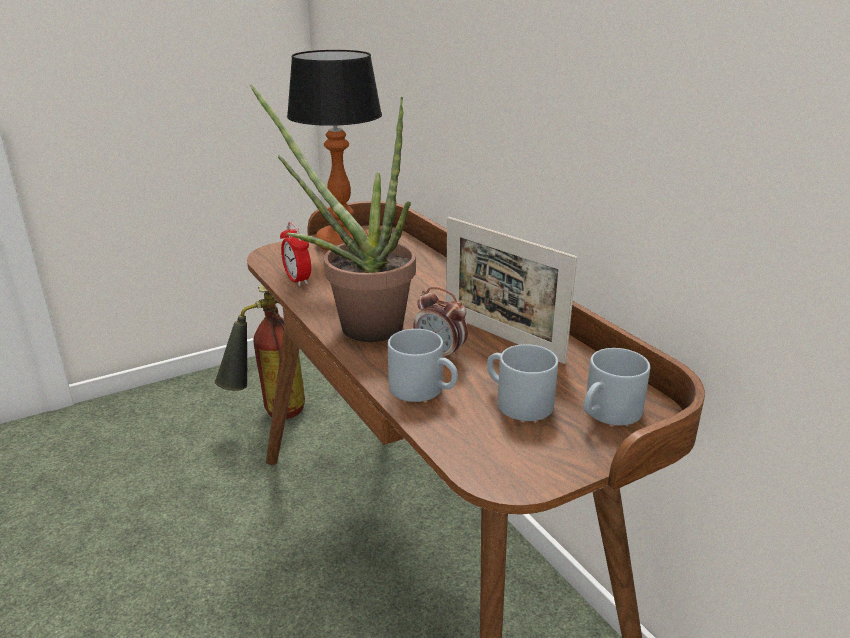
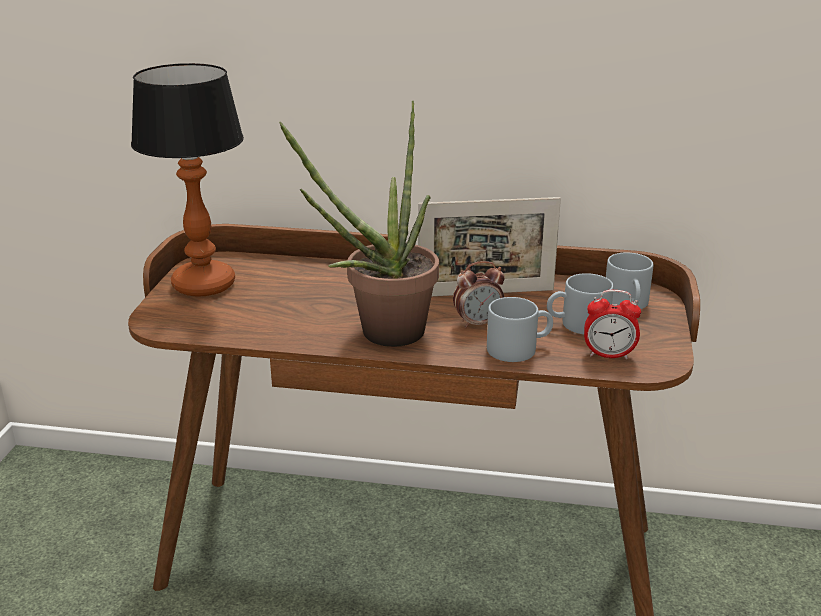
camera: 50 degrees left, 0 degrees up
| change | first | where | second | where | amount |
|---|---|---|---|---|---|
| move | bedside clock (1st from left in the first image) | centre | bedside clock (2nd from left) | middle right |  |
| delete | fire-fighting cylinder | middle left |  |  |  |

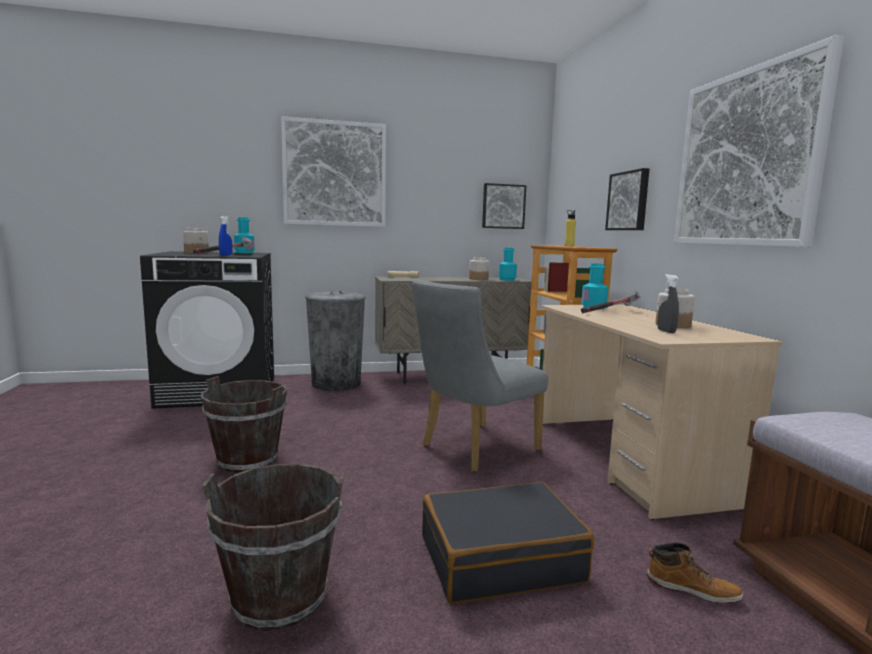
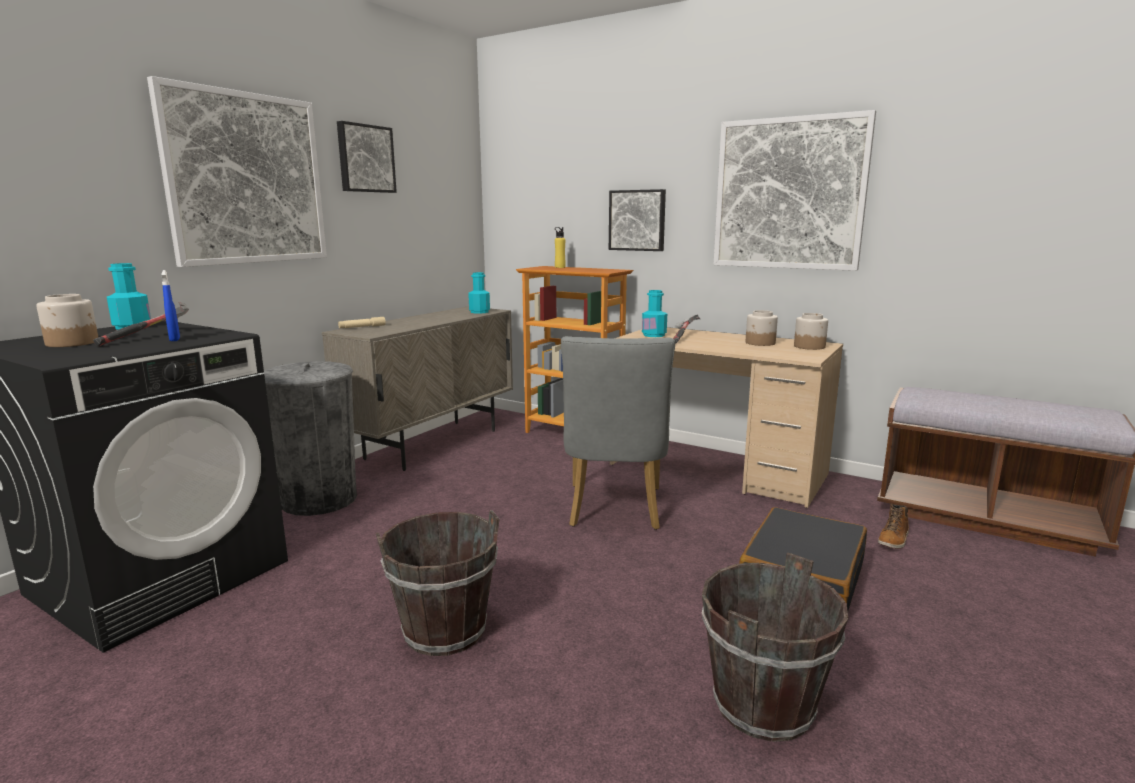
camera: 45 degrees left, 5 degrees up
| change | first | where | second | where | amount |
|---|---|---|---|---|---|
| move | picture (2nd from left) | top centre |  | top left |  |
| move | storage jar (2nd from left in the first image) | centre | storage jar (3rd from left) | middle right |  |
| delete | gray spray bottle | middle right |  |  |  |
| rotate | high-top boot | bottom right |  | bottom right | 150 degrees clockwise |

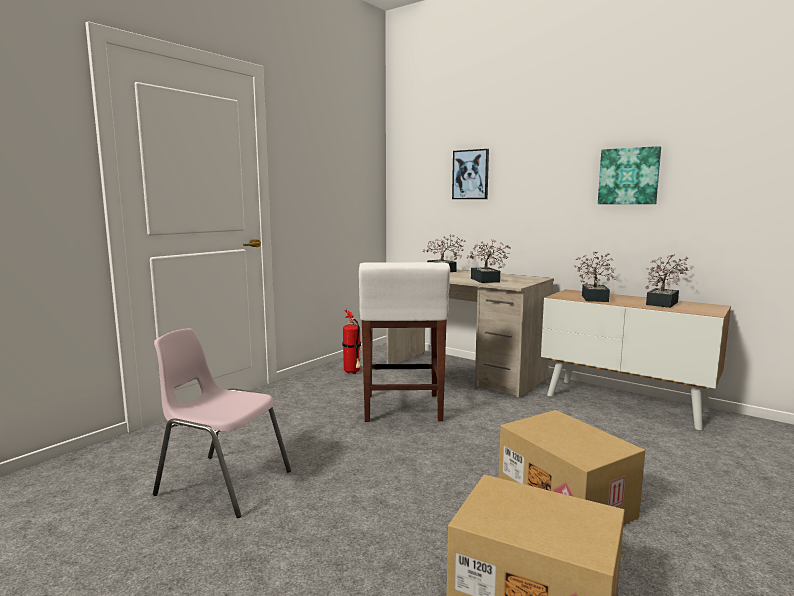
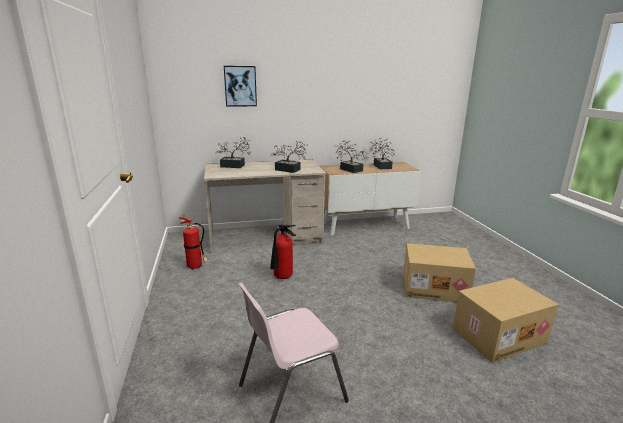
camera: 50 degrees left, 10 degrees up
| change | first | where | second | where | amount |
|---|---|---|---|---|---|
| delete | picture (2nd from left) | top right |  |  |  |
| replace | whitish stool seat | centre | fire-fighting cylinder (2nd from left) | centre |  |

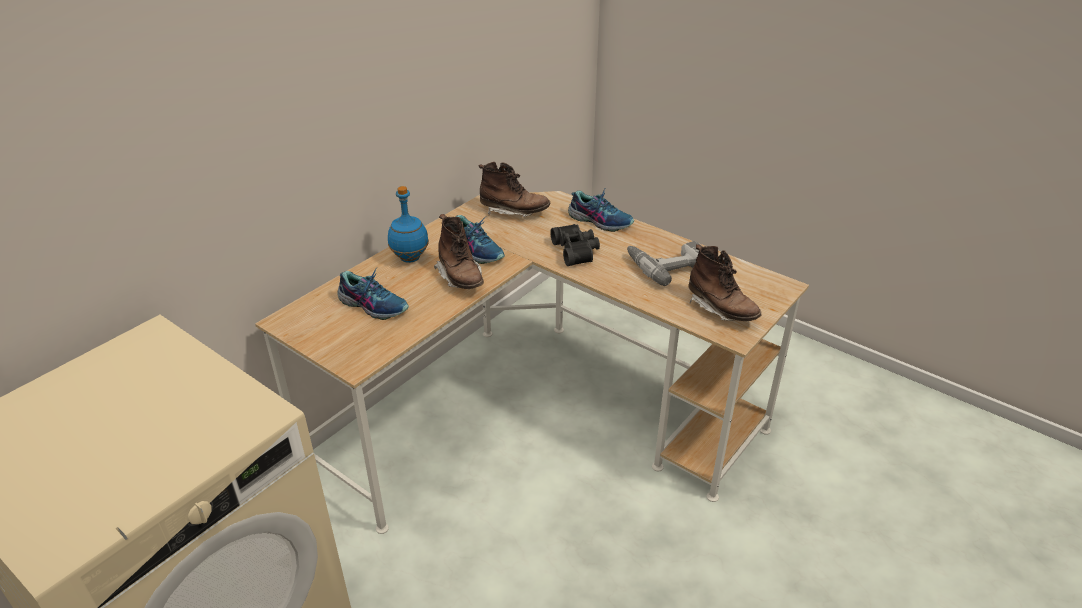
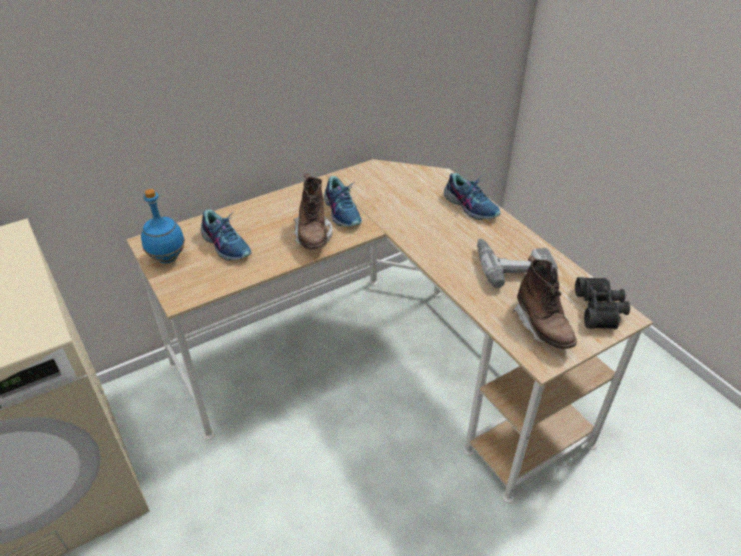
camera: 20 degrees right, 5 degrees up
| change | first | where | second | where | amount |
|---|---|---|---|---|---|
| delete | brown high-top boot (2nd from left) | top centre |  |  |  |
| move | blue-coloured beverage bottle | centre |  | middle left |  |
| move | black pair of binoculars | centre |  | middle right |  |

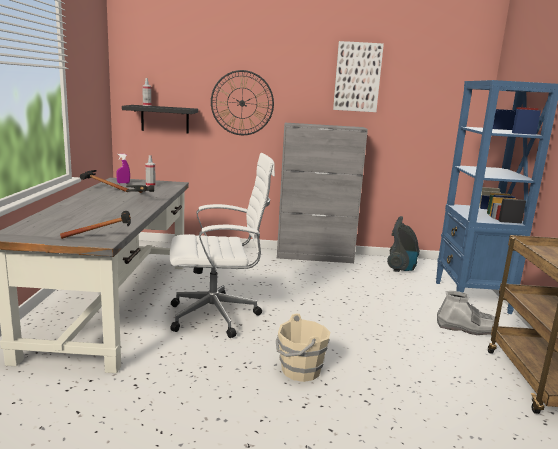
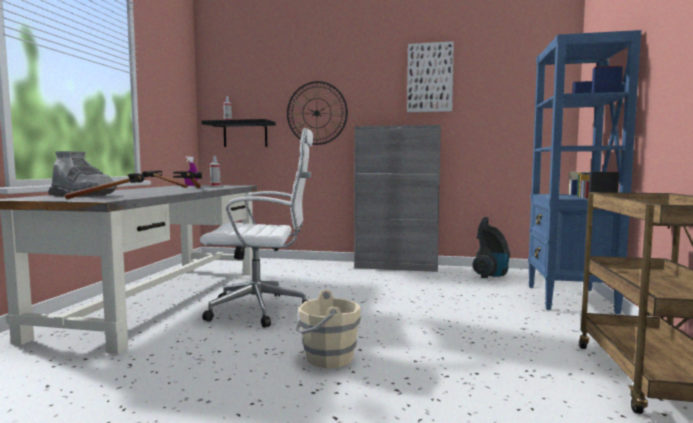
camera: 10 degrees right, 10 degrees down
| change | first | where | second | where | amount |
|---|---|---|---|---|---|
| move | gray high-top boot | bottom right |  | middle left |  |

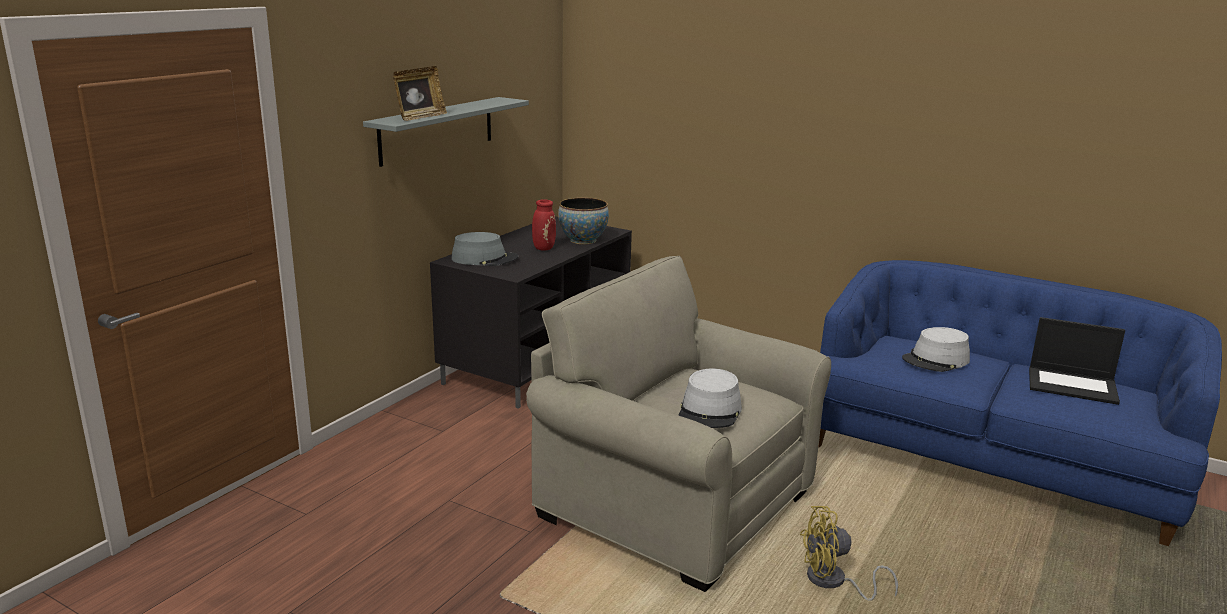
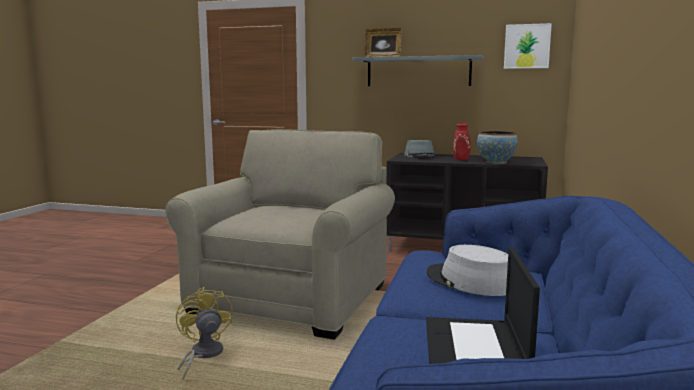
camera: 75 degrees right, 10 degrees down
| change | first | where | second | where | amount |
|---|---|---|---|---|---|
| delete | gray hat (2nd from left) | centre |  |  |  |
| insert |  |  | picture | top right |  |

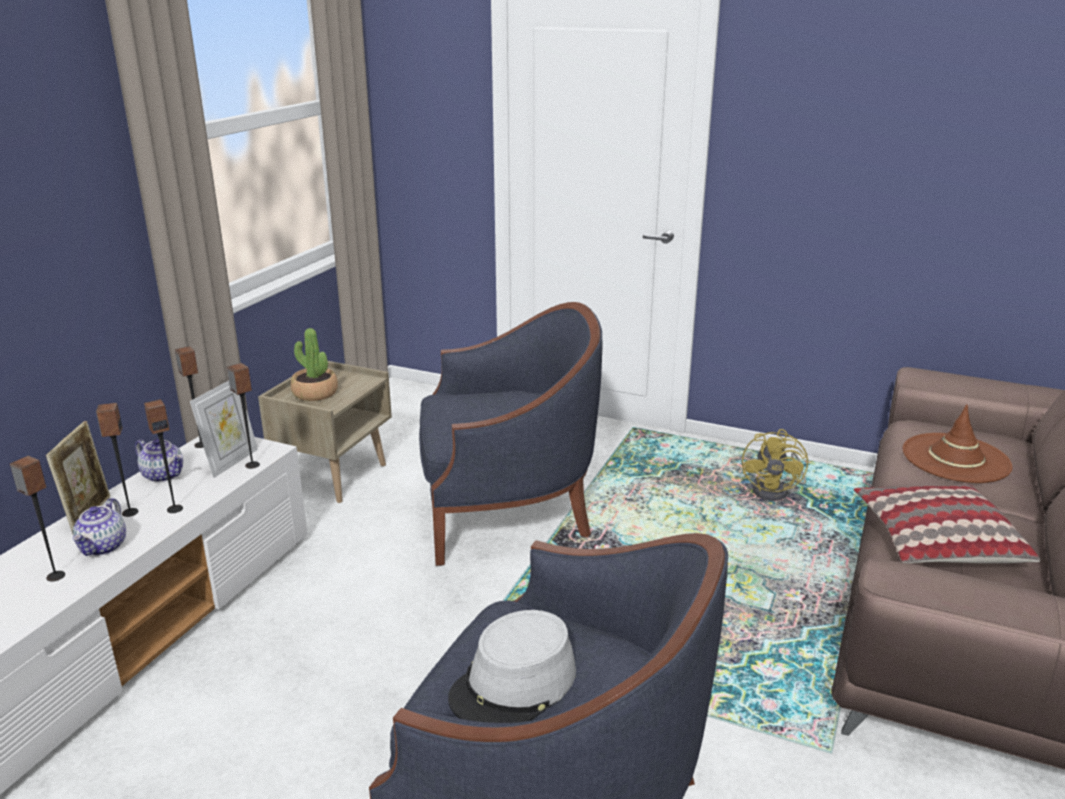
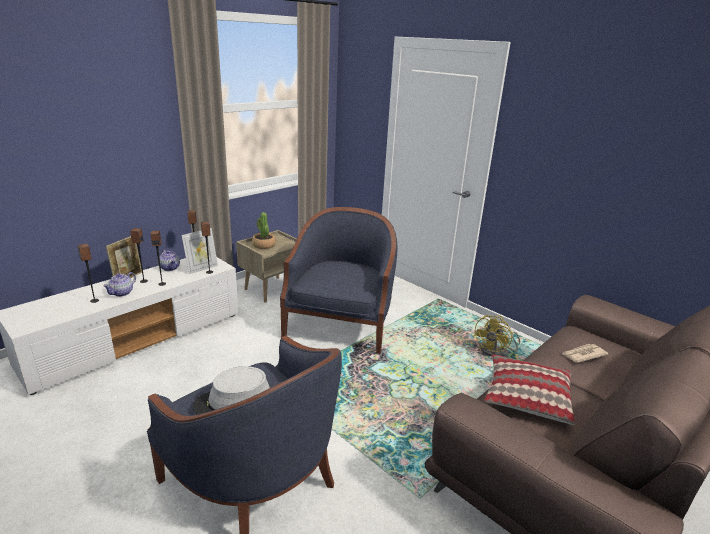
camera: 20 degrees right, 0 degrees up
| change | first | where | second | where | amount |
|---|---|---|---|---|---|
| rotate | blue-coloured easy chair (1st from left in the first image) | centre | blue-coloured easy chair (2nd from left) | centre | 90 degrees counterclockwise |
| replace | brown hat | middle right | daily paper | middle right |  |

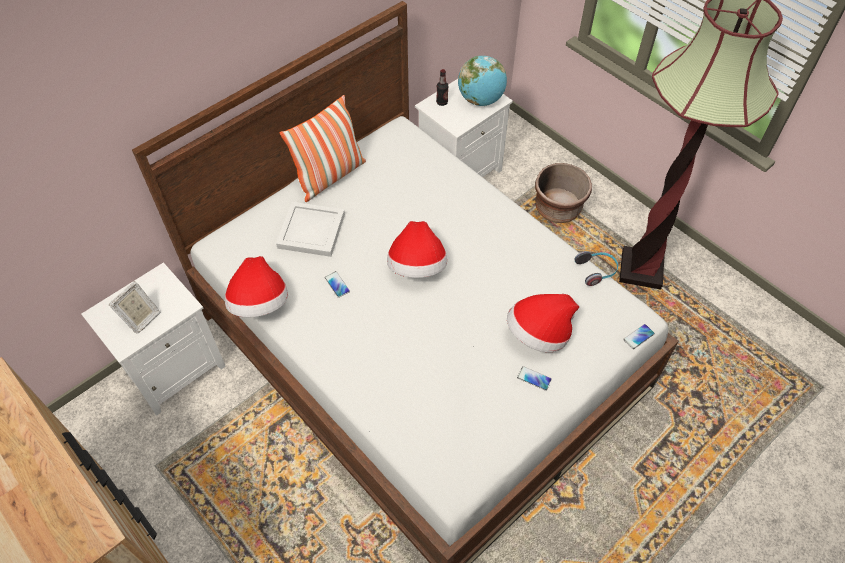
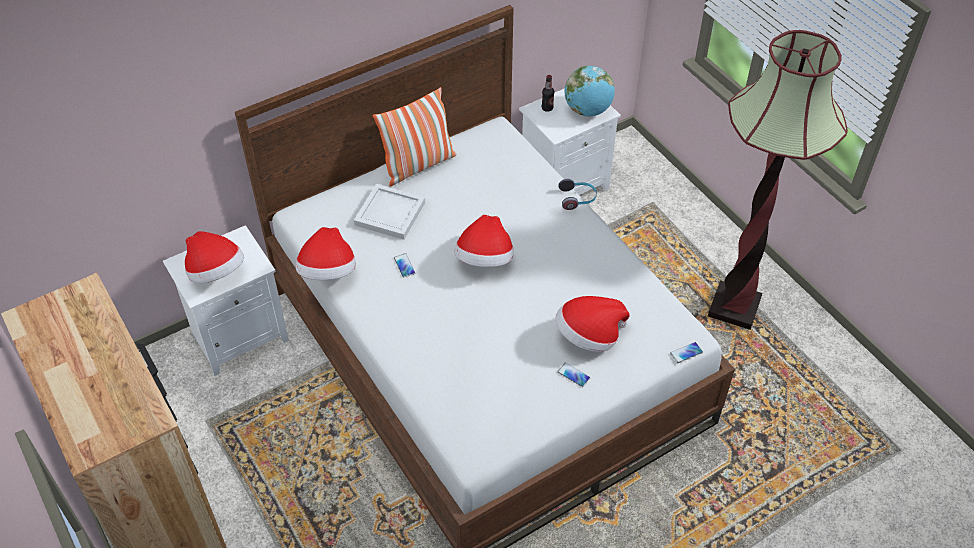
camera: 10 degrees right, 5 degrees down
| change | first | where | second | where | amount |
|---|---|---|---|---|---|
| delete | brown planter | centre |  |  |  |
| move | headphones | middle right |  | centre |  |
| replace | picture frame | middle left | hat (1st from left) | middle left |  |

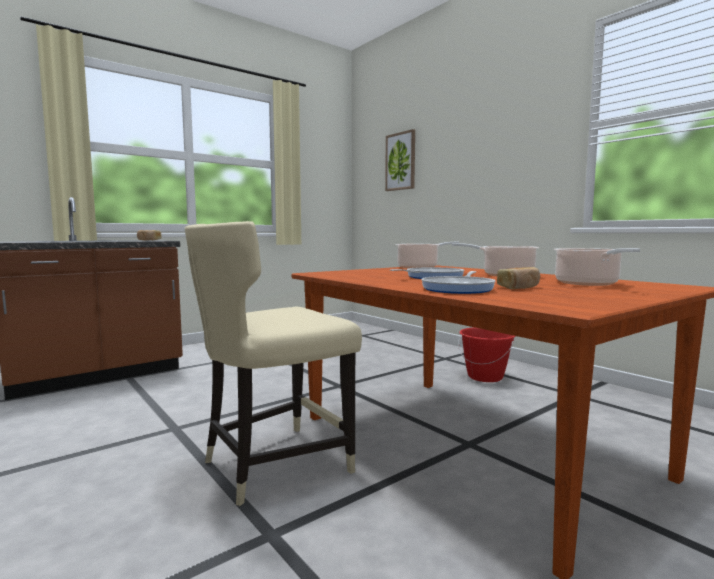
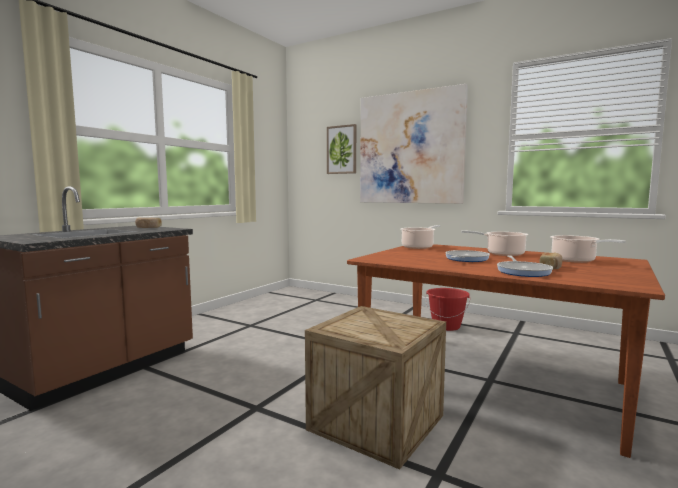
camera: 20 degrees left, 0 degrees up
| change | first | where | second | where | amount |
|---|---|---|---|---|---|
| replace | sand-coloured chair | centre | crate | bottom centre |  |
| insert |  |  | picture (2nd from left) | top centre |  |

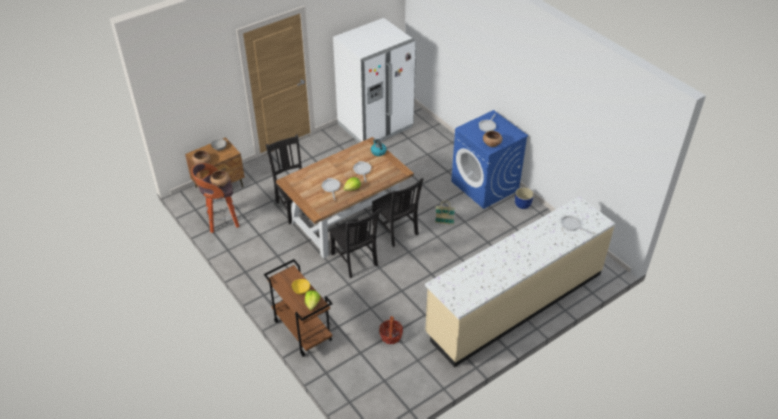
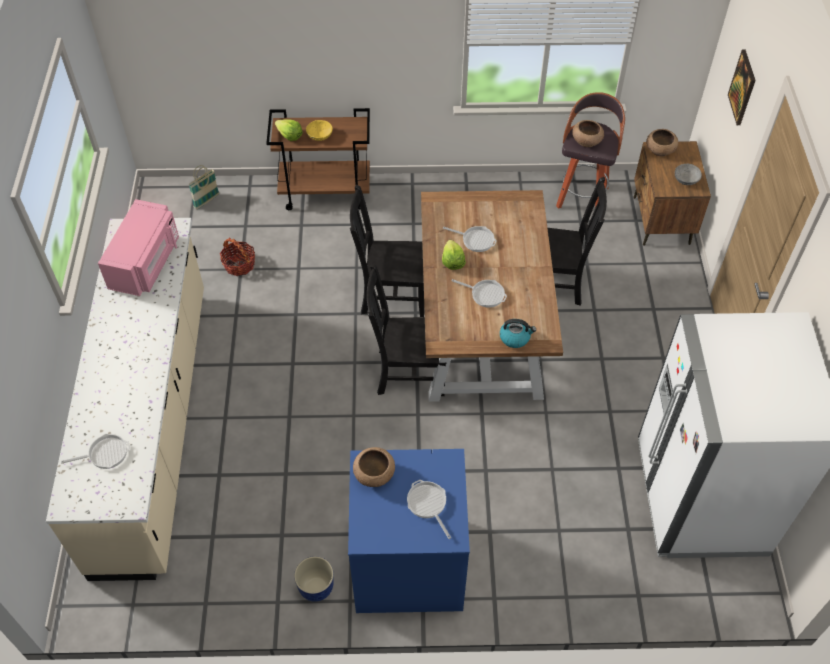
camera: 125 degrees right, 10 degrees up
| change | first | where | second | where | amount |
|---|---|---|---|---|---|
| move | basket (2nd from left in the first image) | centre | basket (1st from left) | top left |  |
| insert |  |  | picture | top right |  |
| insert |  |  | pink-coloured microwave | middle left |  |

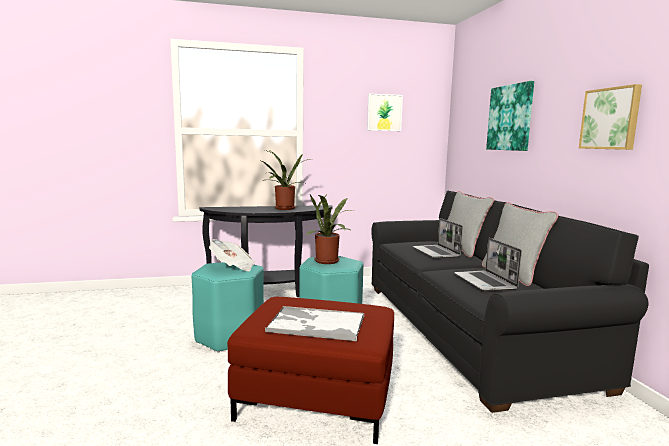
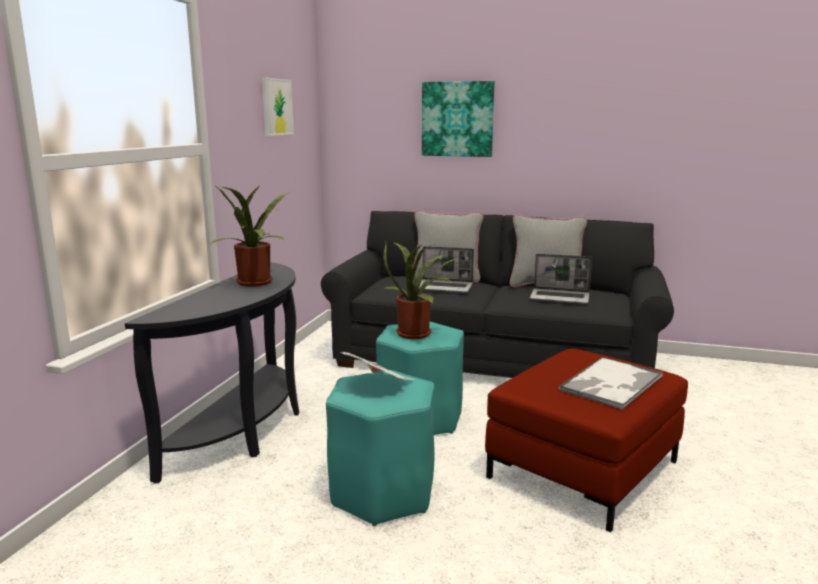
camera: 60 degrees left, 5 degrees up
| change | first | where | second | where | amount |
|---|---|---|---|---|---|
| delete | picture (3rd from left) | top right |  |  |  |

